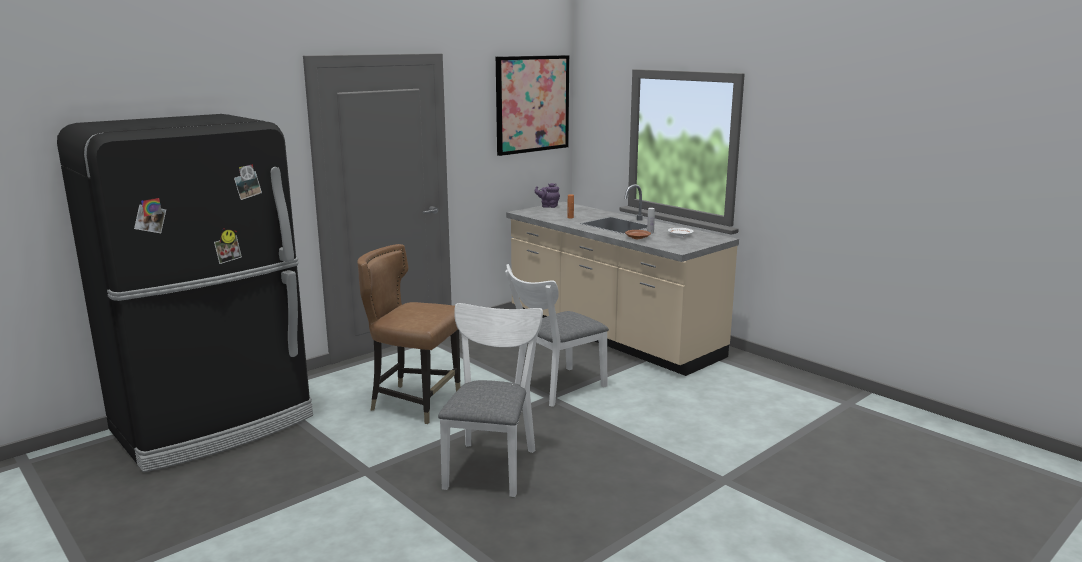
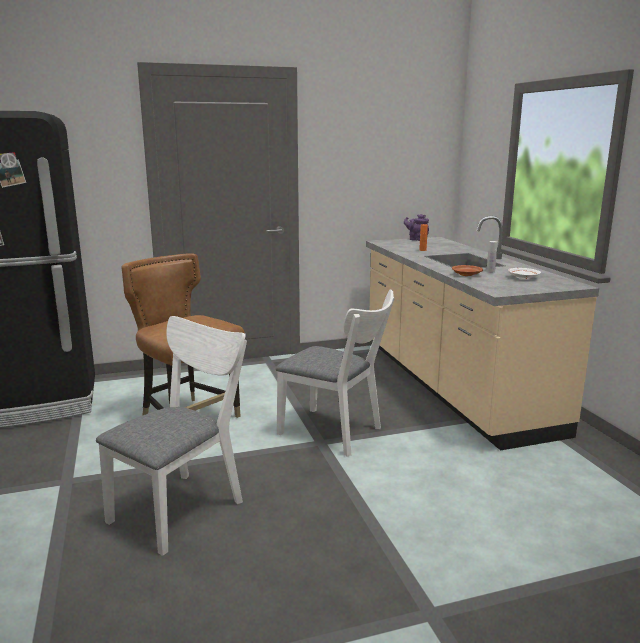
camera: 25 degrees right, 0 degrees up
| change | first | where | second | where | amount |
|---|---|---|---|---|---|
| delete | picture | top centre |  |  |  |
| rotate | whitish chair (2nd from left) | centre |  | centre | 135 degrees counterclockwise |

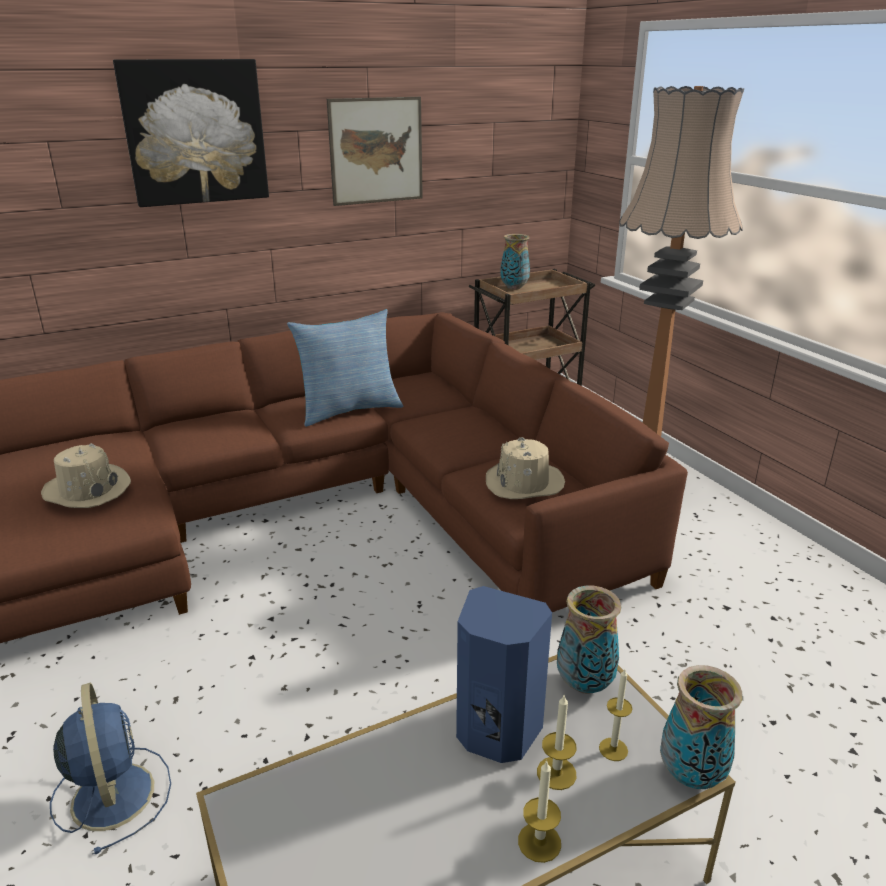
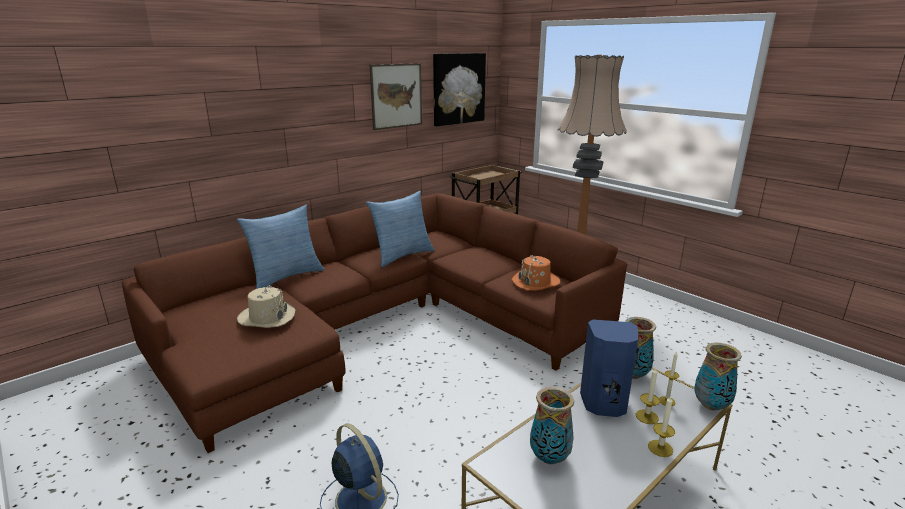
camera: 15 degrees left, 5 degrees down
| change | first | where | second | where | amount |
|---|---|---|---|---|---|
| move | picture (1st from left in the first image) | top left | picture (2nd from left) | top centre |  |
| move | vase (1st from left) | top centre |  | bottom centre |  |
| recolor | sand-coloured hat (2nd from left) | centre | orange-coloured hat | centre |  |
| insert |  |  | cushion (1st from left) | middle left |  |

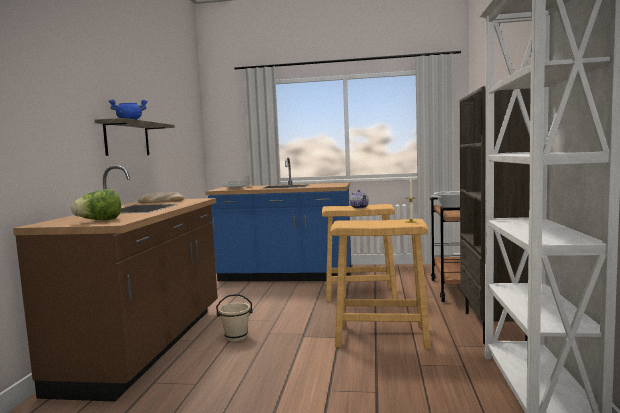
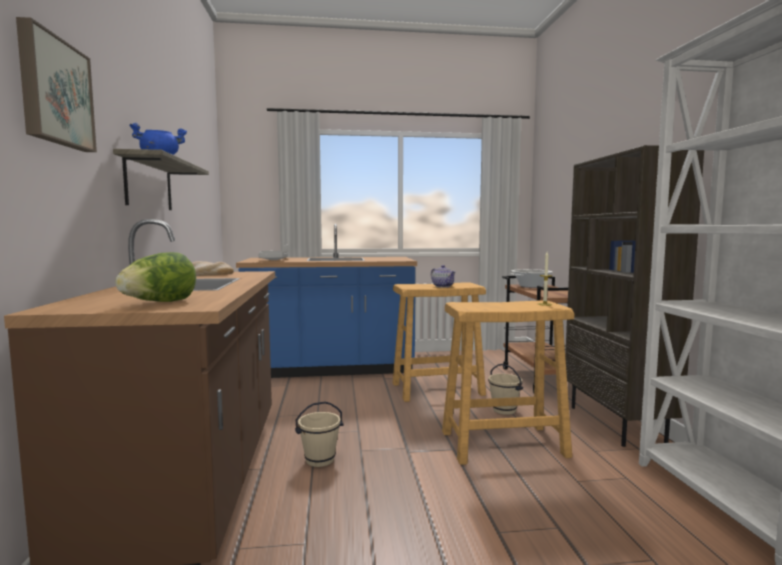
camera: 15 degrees left, 0 degrees up
| change | first | where | second | where | amount |
|---|---|---|---|---|---|
| insert |  |  | picture | top left |  |
| insert |  |  | sand-coloured water bucket (2nd from left) | bottom centre |  |

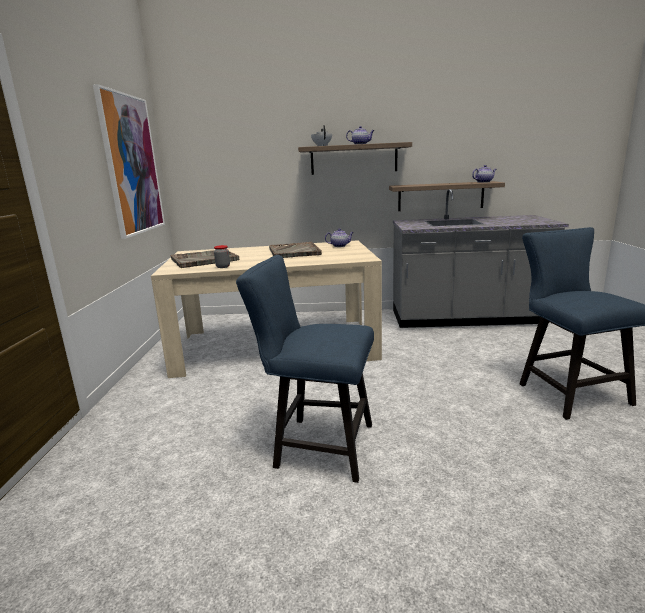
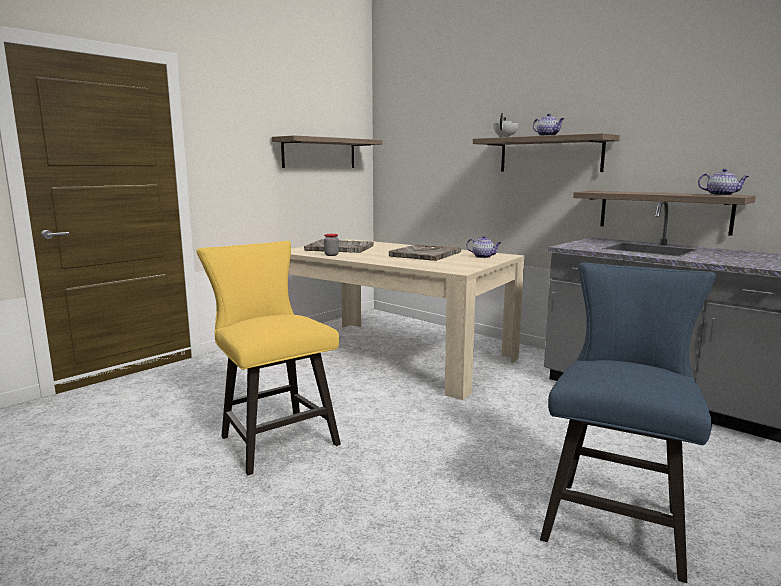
camera: 40 degrees right, 5 degrees down
| change | first | where | second | where | amount |
|---|---|---|---|---|---|
| replace | picture | top left | shelf (1st from left) | top centre |  |
| recolor | blue-coloured chair (1st from left) | centre | yellow-coloured chair | centre |  |

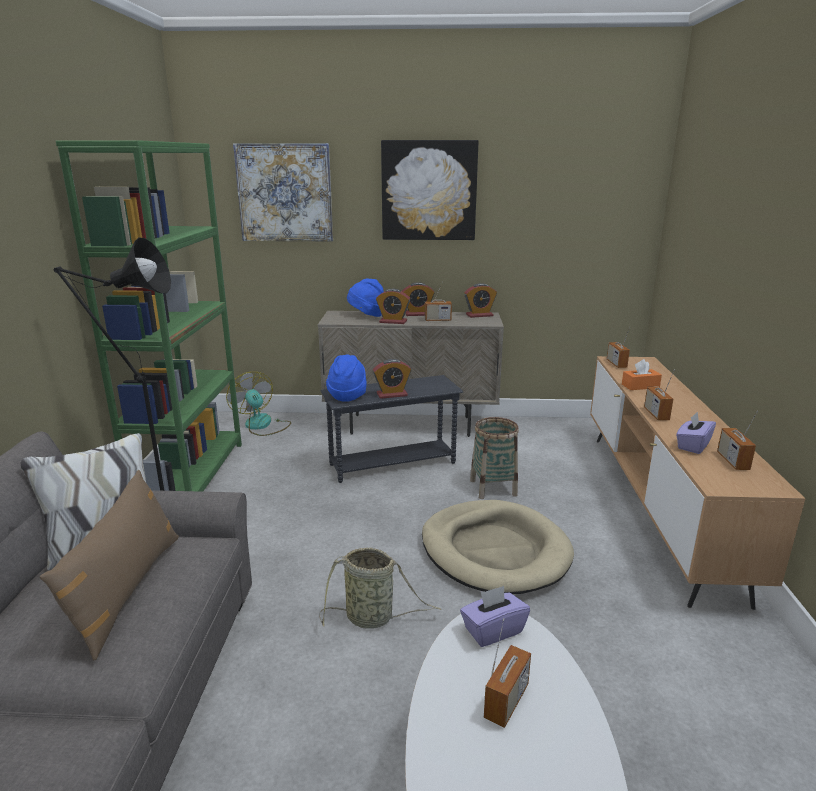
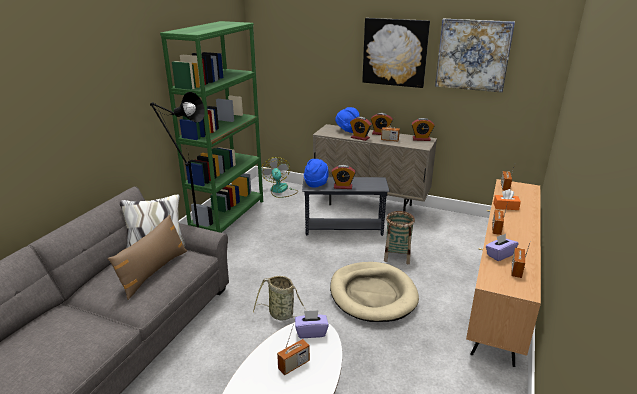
camera: 20 degrees right, 5 degrees up
| change | first | where | second | where | amount |
|---|---|---|---|---|---|
| move | picture (1st from left in the first image) | top centre | picture (2nd from left) | top right |  |

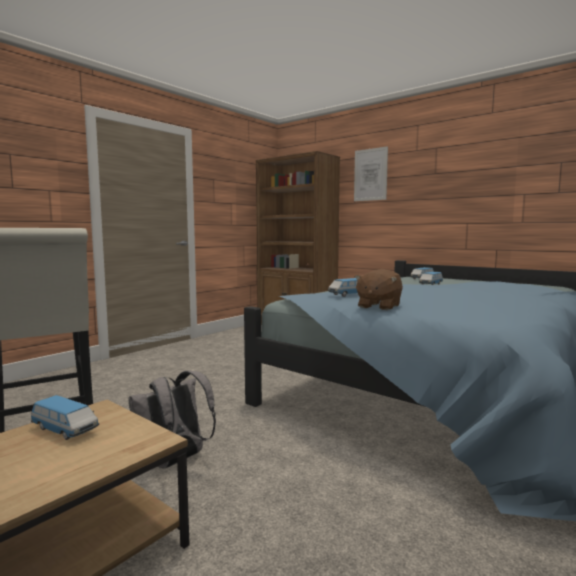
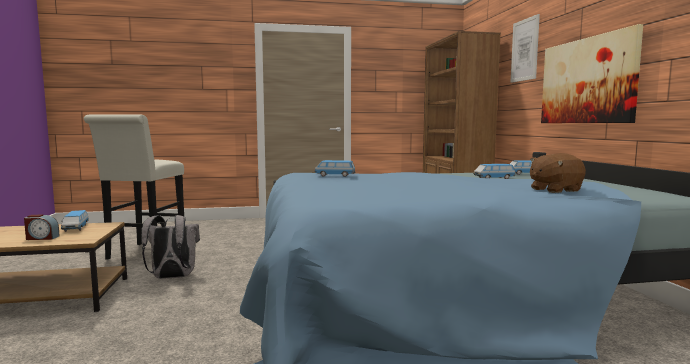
camera: 40 degrees right, 0 degrees up
| change | first | where | second | where | amount |
|---|---|---|---|---|---|
| move | brown cuddly toy | centre |  | middle right |  |
| insert |  |  | picture (2nd from left) | top right |  |
| insert |  |  | bedside clock | middle left |  |

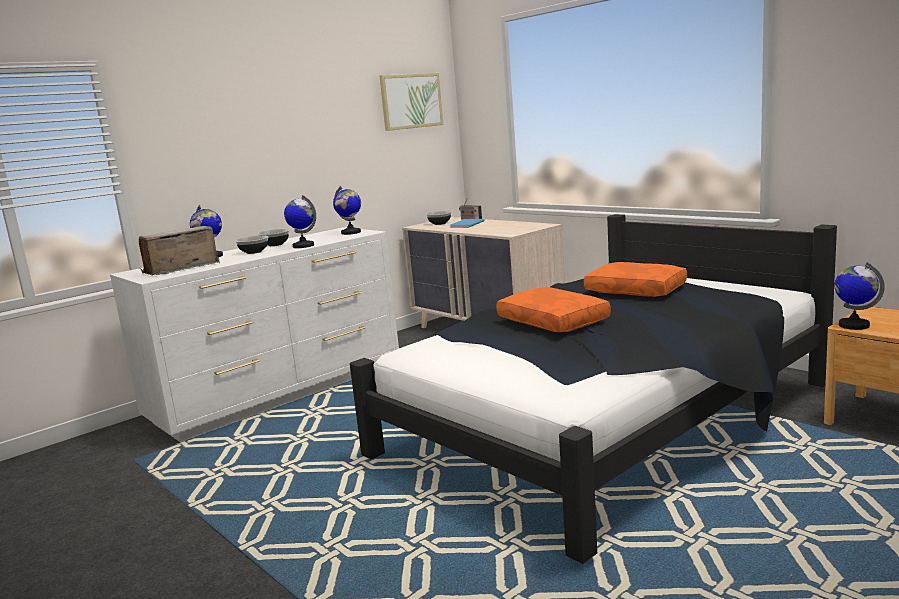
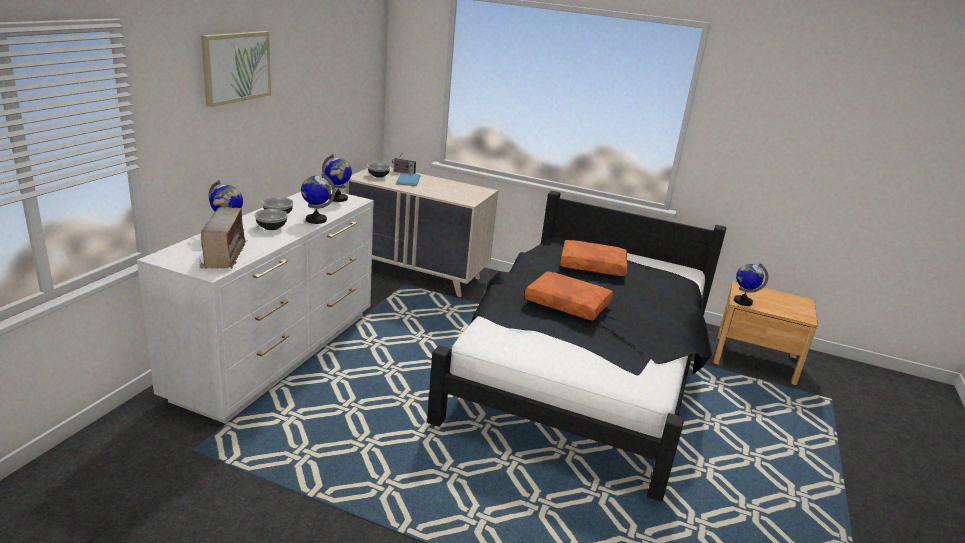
camera: 30 degrees left, 10 degrees up
| change | first | where | second | where | amount |
|---|---|---|---|---|---|
| move | picture | top centre |  | top left |  |
| rotate | radio receiver (1st from left) | middle left |  | middle left | 150 degrees clockwise |

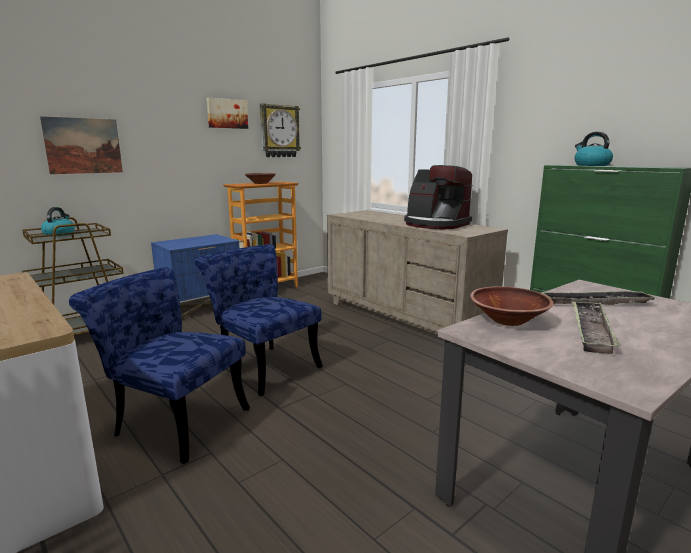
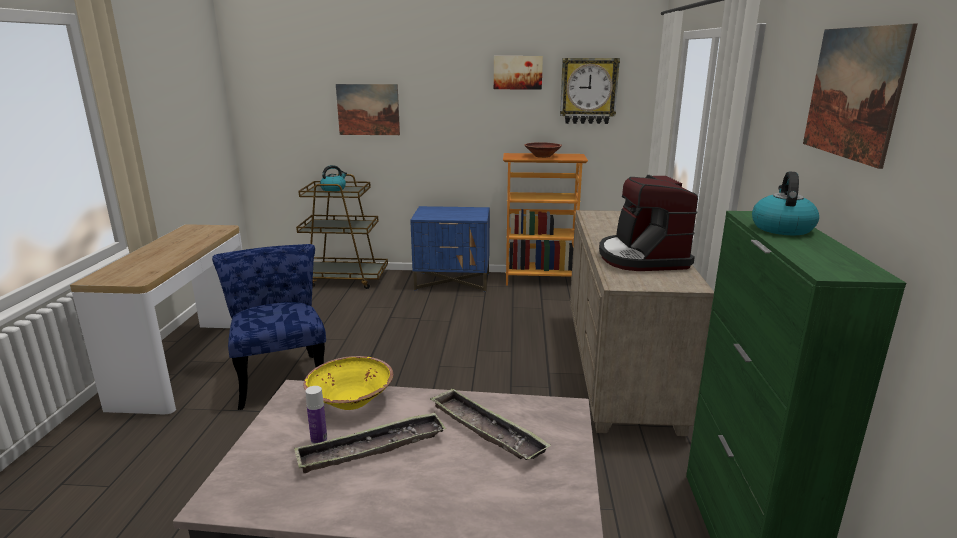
camera: 45 degrees right, 5 degrees up
| change | first | where | second | where | amount |
|---|---|---|---|---|---|
| delete | blue-coloured chair (2nd from left) | centre |  |  |  |
| recolor | brown deep dish (2nd from left) | middle right | yellow-coloured deep dish | bottom centre |  |
| insert |  |  | picture (3rd from left) | top right |  |
| insert |  |  | beverage bottle | bottom left |  |

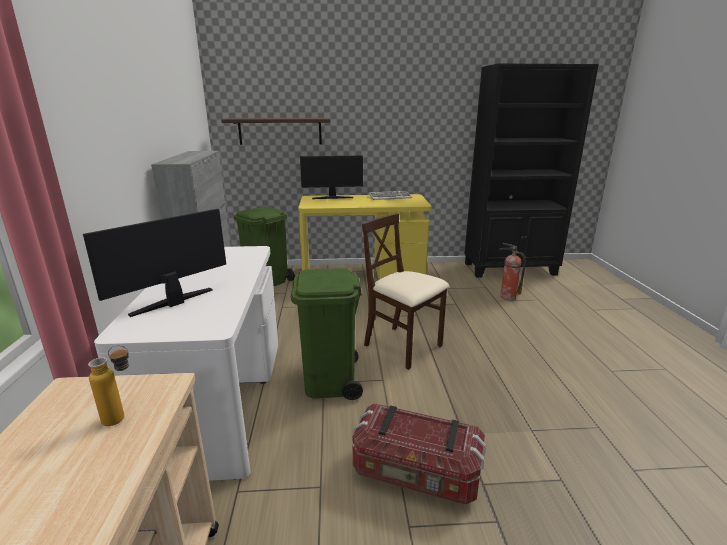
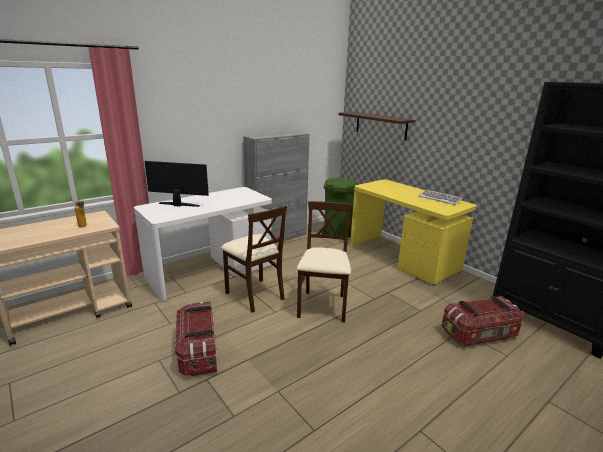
camera: 55 degrees right, 0 degrees up
| change | first | where | second | where | amount |
|---|---|---|---|---|---|
| delete | monitor (2nd from left) | top centre |  |  |  |
| replace | fire-fighting cylinder | middle right | storage box (2nd from left) | bottom right |  |
| replace | green rubbish bin (2nd from left) | centre | sand-coloured chair (1st from left) | centre |  |

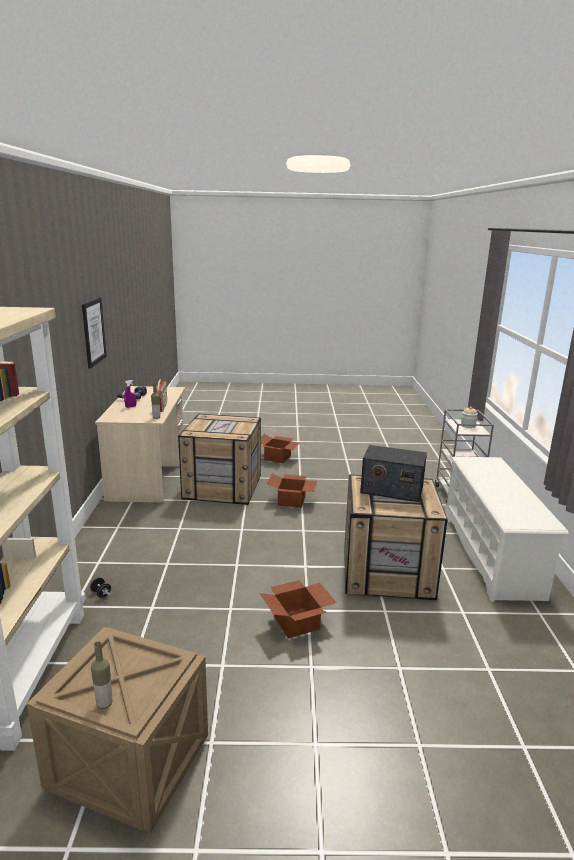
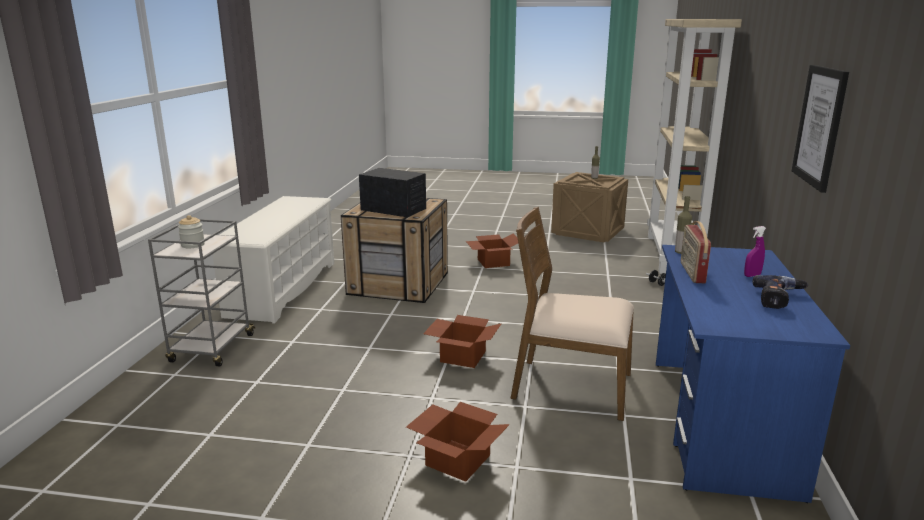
camera: 170 degrees left, 0 degrees up
| change | first | where | second | where | amount |
|---|---|---|---|---|---|
| recolor | sand-coloured desk unit | middle left | blue-coloured desk unit | bottom right |  |
| replace | crate (2nd from left) | centre | brown chair | centre |  |

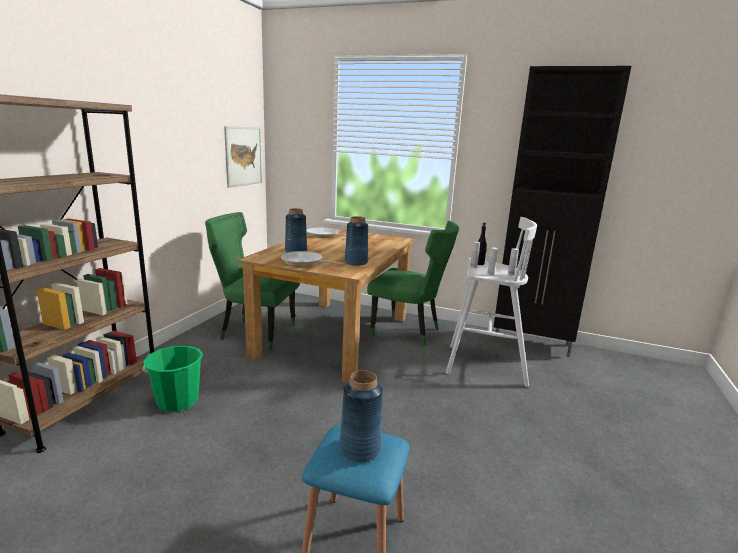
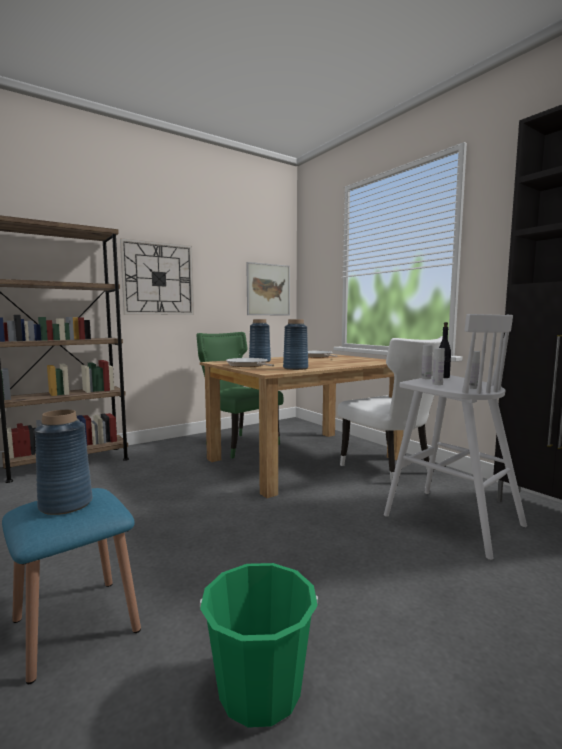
camera: 35 degrees right, 10 degrees down
| change | first | where | second | where | amount |
|---|---|---|---|---|---|
| recolor | green chair (2nd from left) | centre | whitish chair | middle right |  |
| move | green water bucket | bottom left |  | bottom centre |  |
| insert |  |  | wall clock | middle left |  |

